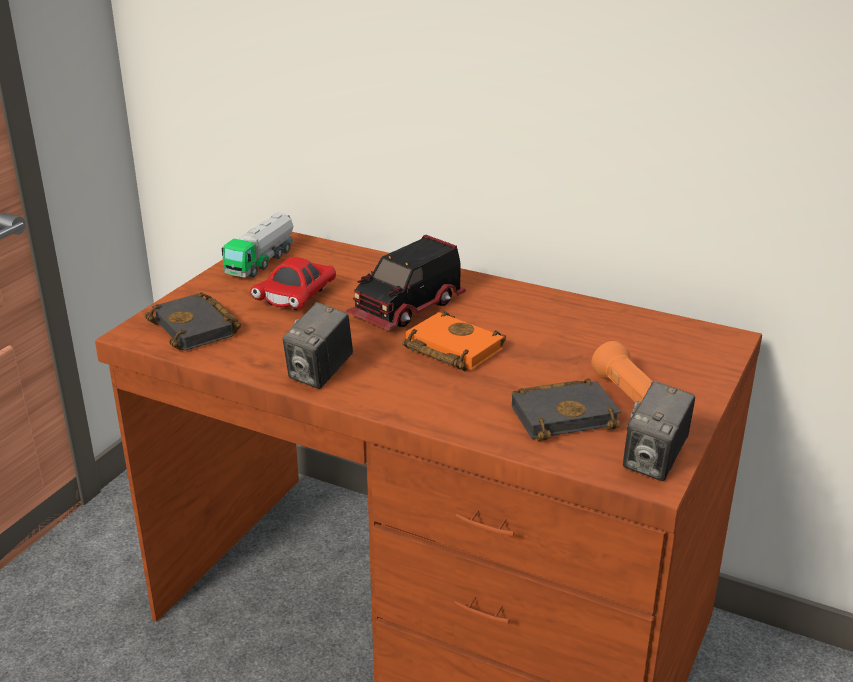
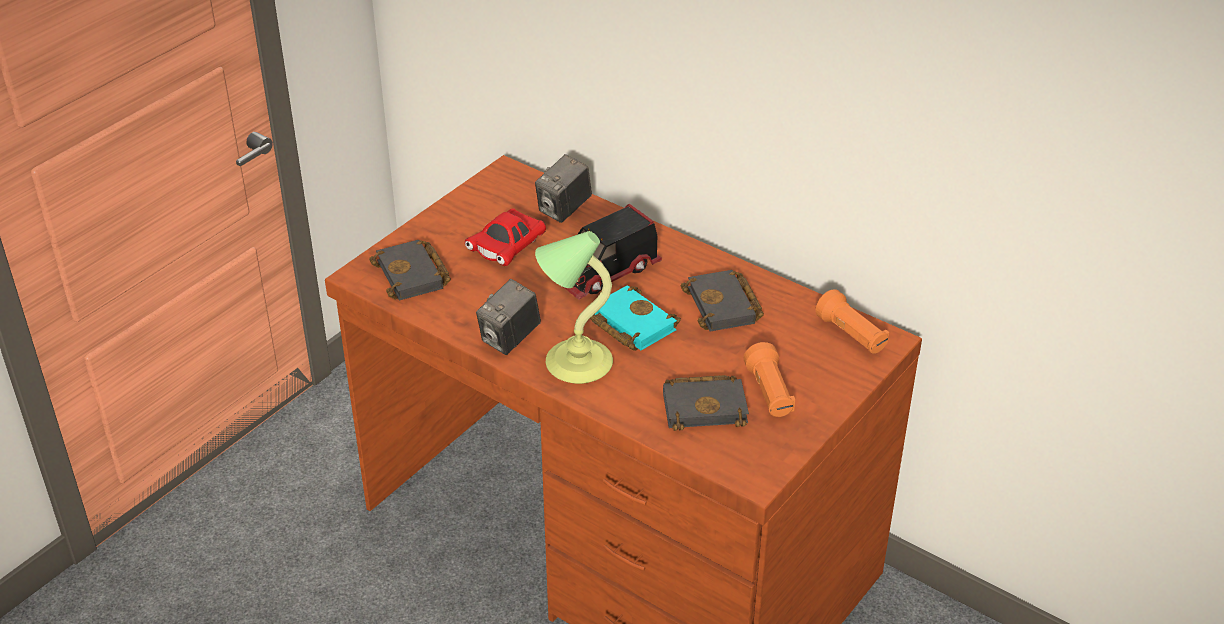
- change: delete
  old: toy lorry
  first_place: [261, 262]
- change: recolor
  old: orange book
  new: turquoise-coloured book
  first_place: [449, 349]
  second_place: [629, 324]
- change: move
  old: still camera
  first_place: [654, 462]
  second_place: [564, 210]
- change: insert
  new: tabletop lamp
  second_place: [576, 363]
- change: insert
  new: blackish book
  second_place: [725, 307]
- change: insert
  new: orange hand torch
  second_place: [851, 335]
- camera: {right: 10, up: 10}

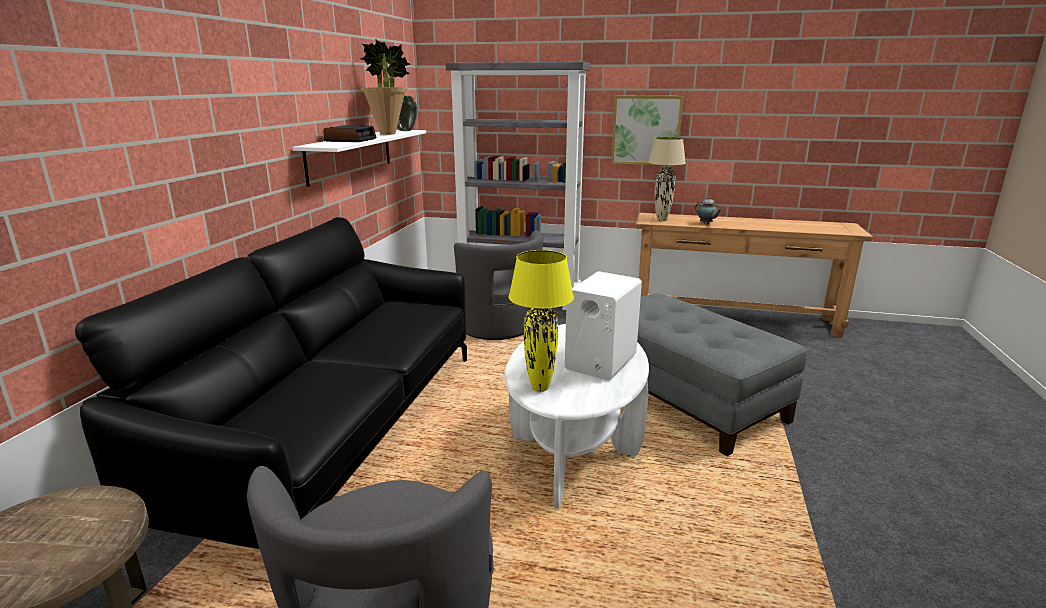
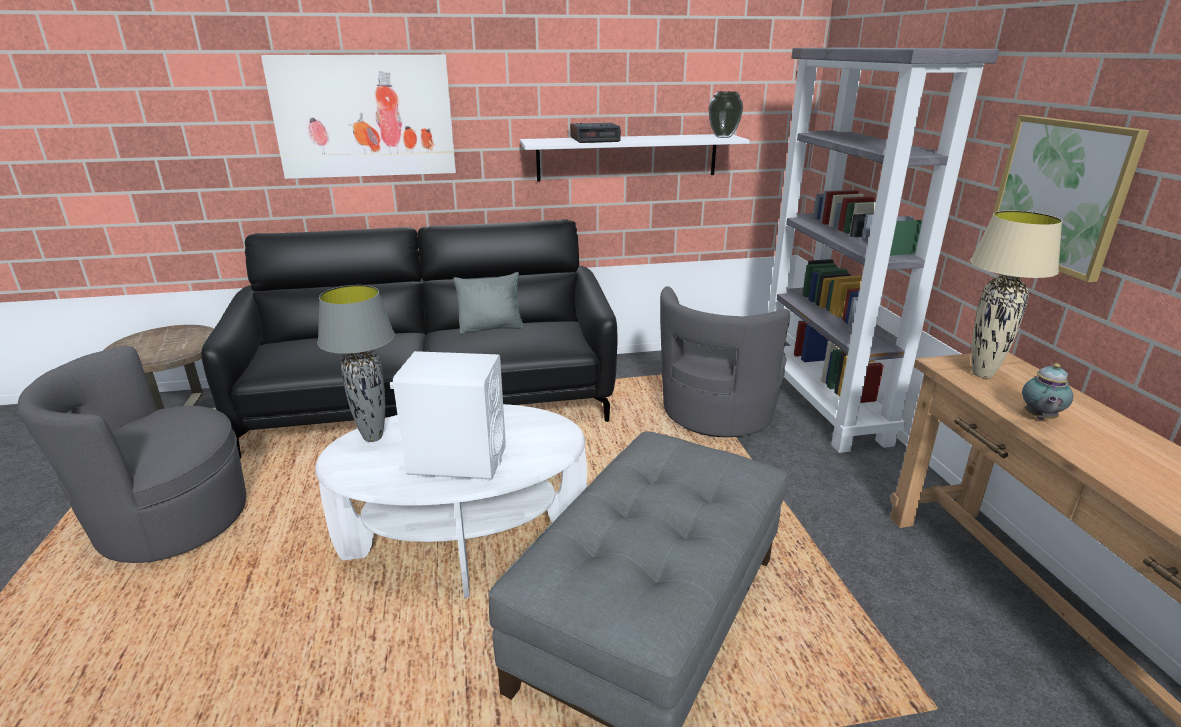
- change: delete
  old: plant in a pot
  first_place: [388, 134]
- change: recolor
  old: yellow-coloured tabletop lamp
  new: greyish tabletop lamp
  first_place: [539, 388]
  second_place: [372, 437]
- change: insert
  new: wall picture
  second_place: [364, 116]
- change: insert
  new: greyish throw pillow
  second_place: [491, 328]
- camera: {right: 65, up: 5}

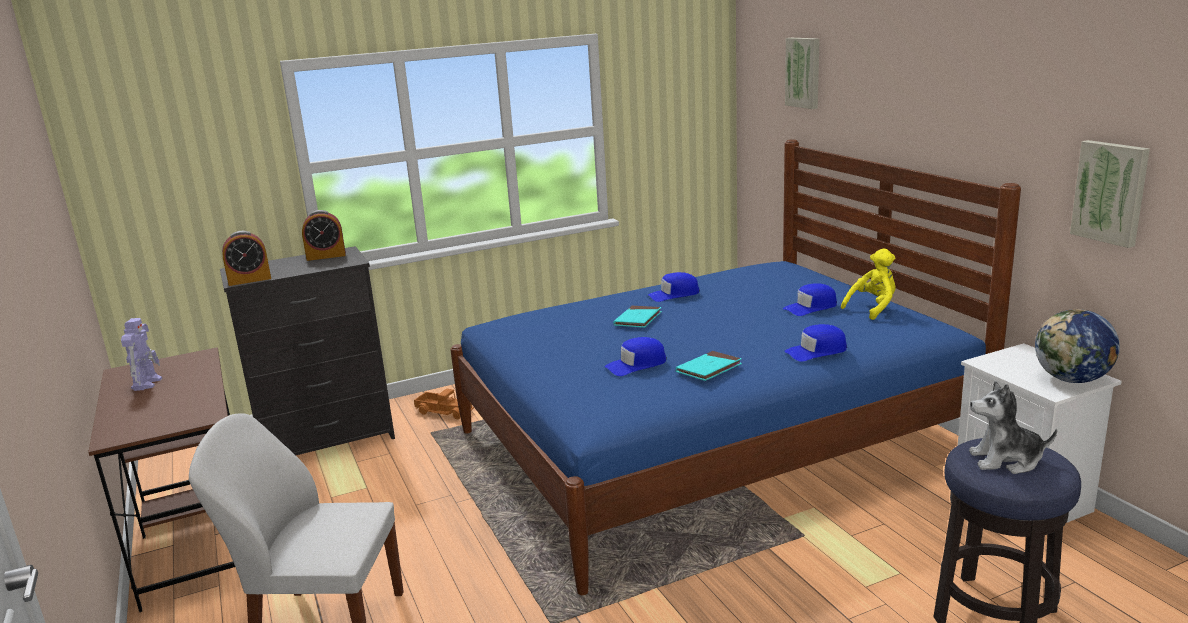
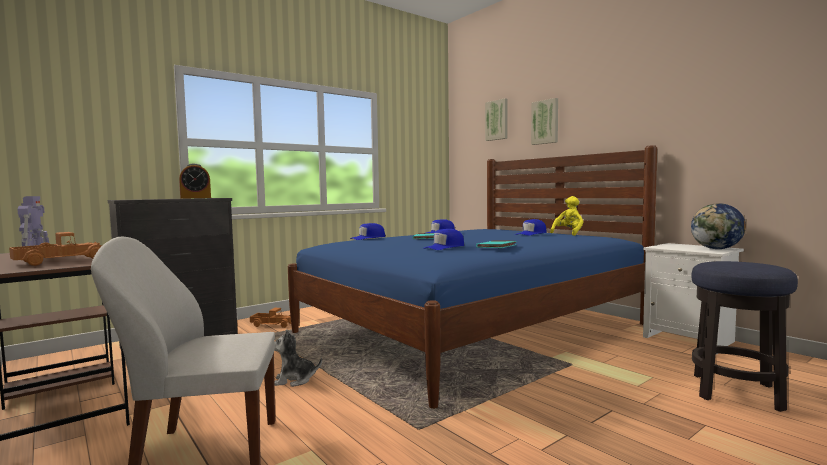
- change: move
  old: wall picture
  first_place: [1111, 192]
  second_place: [545, 122]
- change: delete
  old: bedside clock
  first_place: [249, 280]
- change: move
  old: blue-coloured cap
  first_place: [816, 351]
  second_place: [368, 238]
- change: move
  old: cuddly toy
  first_place: [1006, 460]
  second_place: [294, 380]
- change: insert
  new: toy lorry
  second_place: [60, 261]
- camera: {right: -15, up: -15}

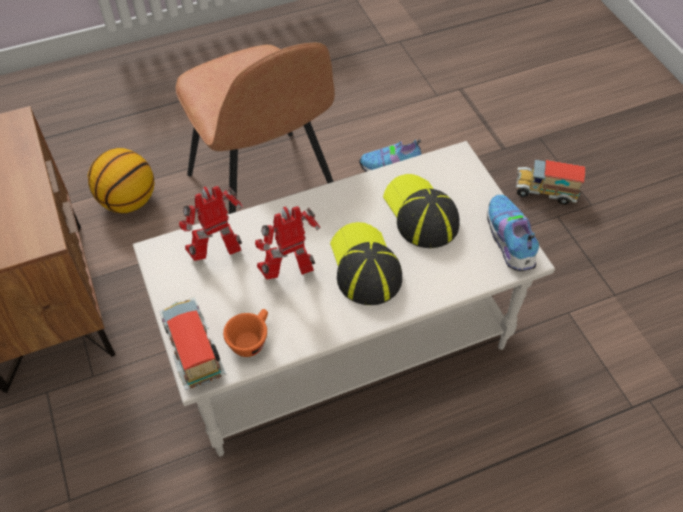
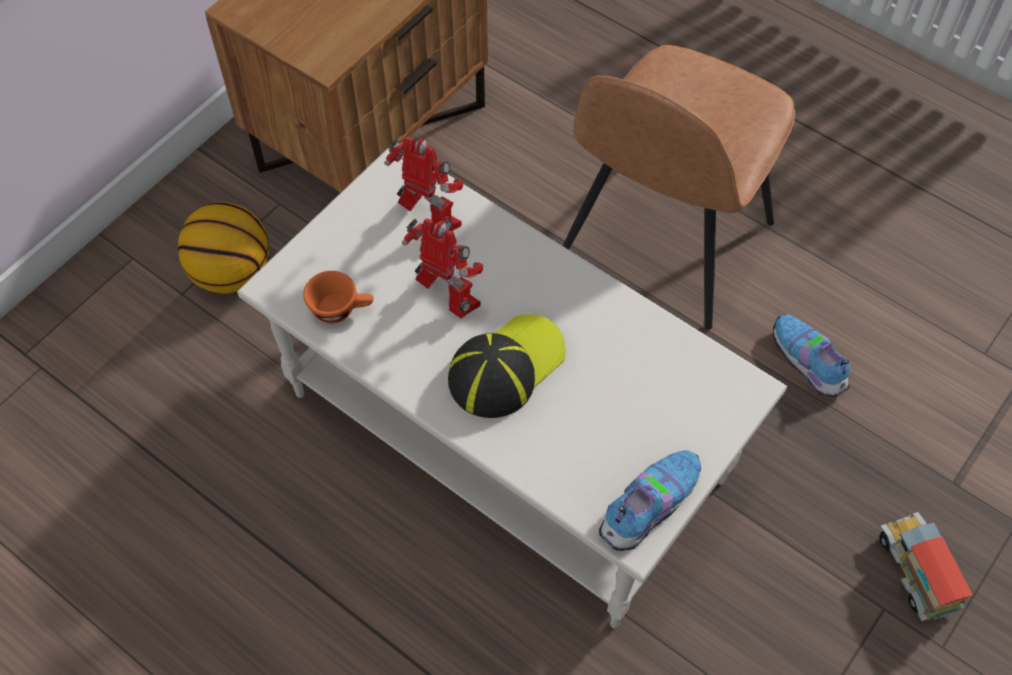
- change: move
  old: basketball
  first_place: [128, 201]
  second_place: [232, 272]
- change: delete
  old: cap
  first_place: [420, 213]
- change: delete
  old: toy lorry
  first_place: [194, 351]
- camera: {right: 60, up: 5}

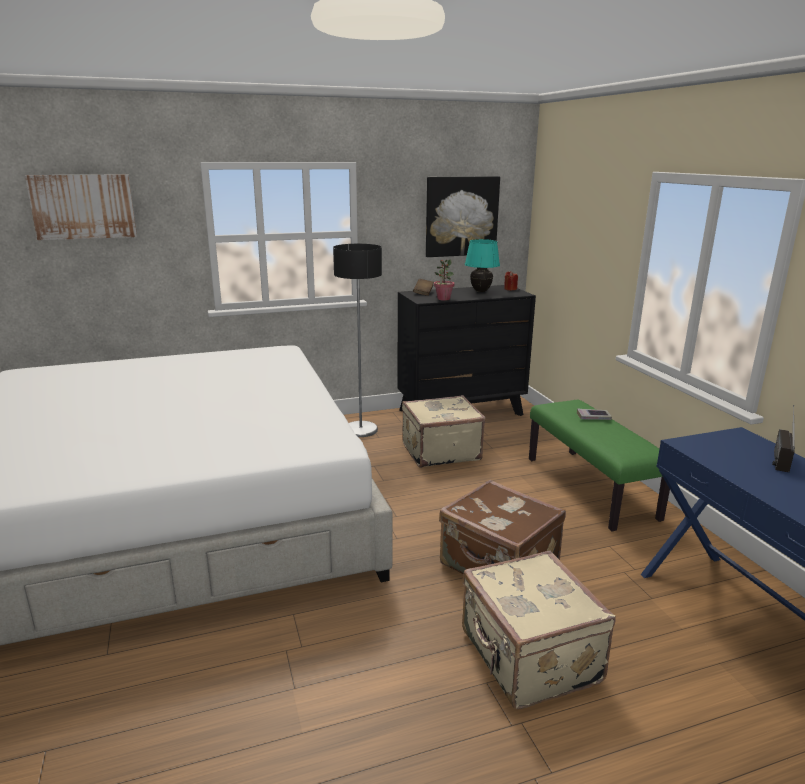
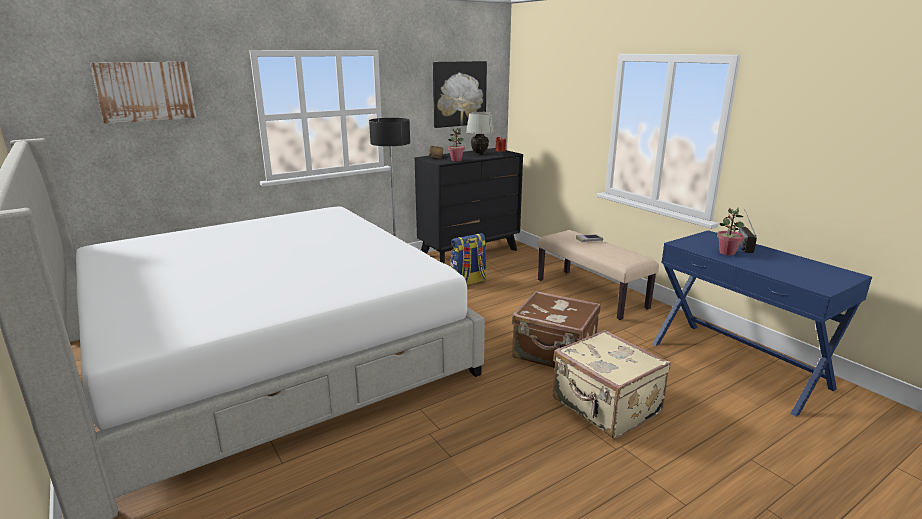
- change: recolor
  old: turquoise-coloured tabletop lamp
  new: white tabletop lamp
  first_place: [480, 291]
  second_place: [479, 153]
- change: replace
  old: beige-coloured travel case
  new: knapsack
  first_place: [440, 451]
  second_place: [468, 282]
- change: recolor
  old: greenish indoor bench
  new: beige-coloured indoor bench
  first_place: [591, 488]
  second_place: [591, 294]
- change: insert
  new: plant in a pot
  second_place: [727, 252]
- camera: {right: -15, up: 0}

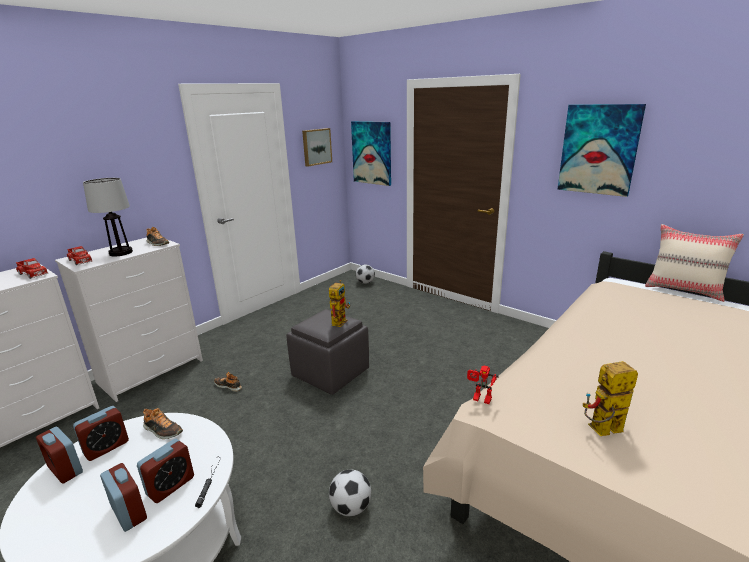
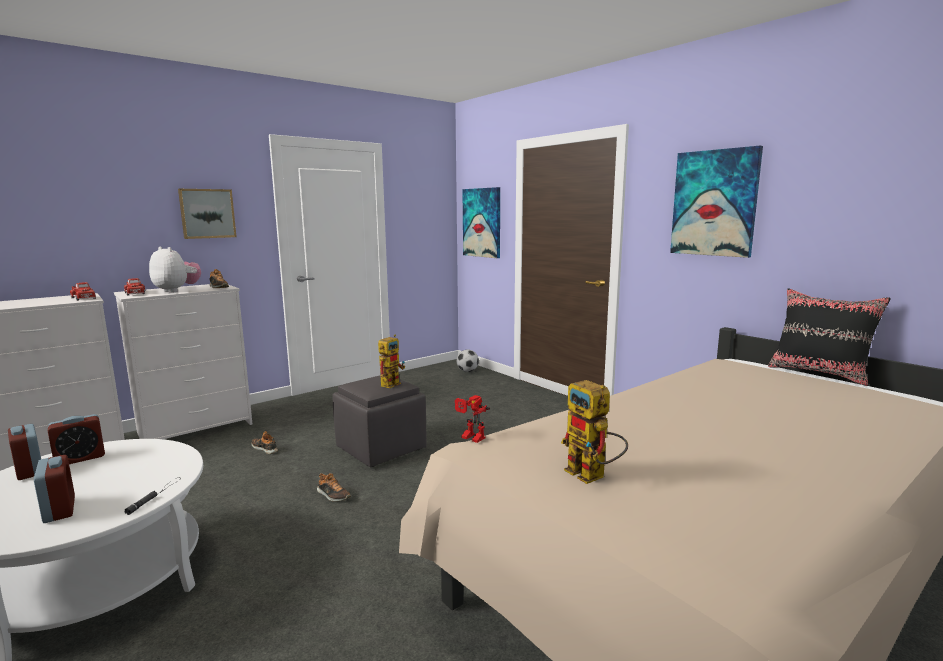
- change: move
  old: wall picture
  first_place: [316, 146]
  second_place: [207, 213]
- change: replace
  old: tabletop lamp
  new: cuddly toy
  first_place: [120, 253]
  second_place: [177, 290]
- change: recolor
  old: beige-coloured throw pillow
  new: blackish throw pillow
  first_place: [684, 290]
  second_place: [819, 373]
- change: rotate
  old: robot figure
  first_place: [601, 431]
  second_place: [593, 476]
  degrees: -120
- change: move
  old: shoe
  first_place: [162, 431]
  second_place: [333, 495]
- change: delete
  old: bedside clock
  first_place: [170, 486]
- change: delete
  old: football ball
  first_place: [351, 507]
- camera: {right: 10, up: -10}

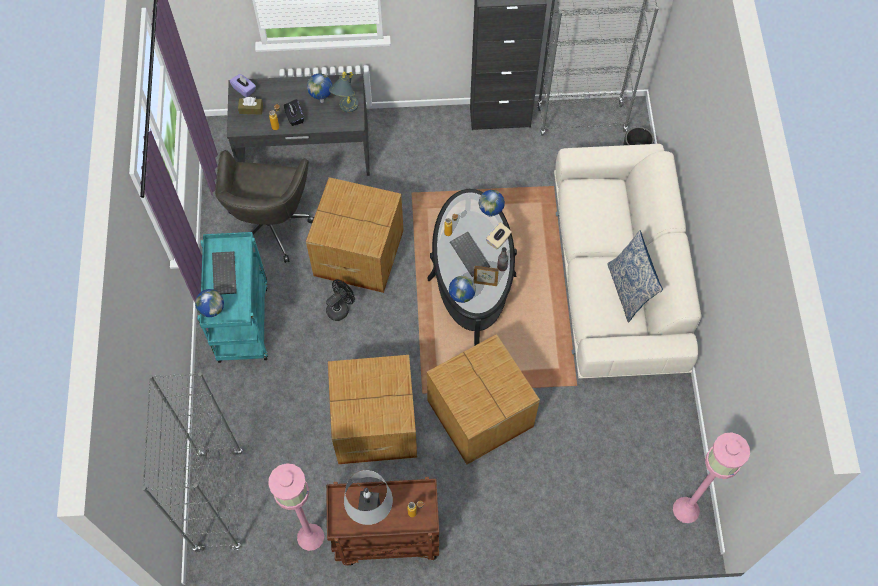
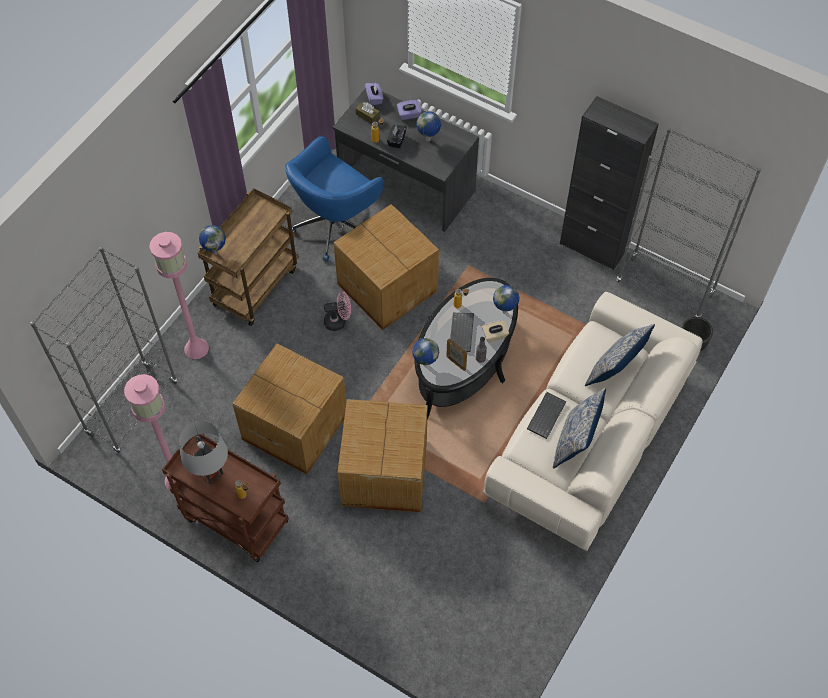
- change: delete
  old: greyish tabletop lamp
  first_place: [346, 110]
- change: recolor
  old: greyish desk chair
  new: blue-coloured desk chair
  first_place: [270, 224]
  second_place: [335, 225]
- change: recolor
  old: turquoise-coloured trolley
  new: brown-coloured trolley
  first_place: [242, 321]
  second_place: [255, 285]
- change: move
  old: keyboard
  first_place: [223, 273]
  second_place: [545, 415]
- change: recolor
  old: blackish fan
  new: pink-coloured fan
  first_place: [340, 308]
  second_place: [338, 321]
- change: move
  old: pink-coloured standing lamp
  first_place: [685, 509]
  second_place: [196, 348]
- change: insert
  new: purple-coloured tissue holder
  second_place: [409, 115]
- change: insert
  new: throw pillow
  second_place: [615, 371]
- camera: {right: 35, up: -5}

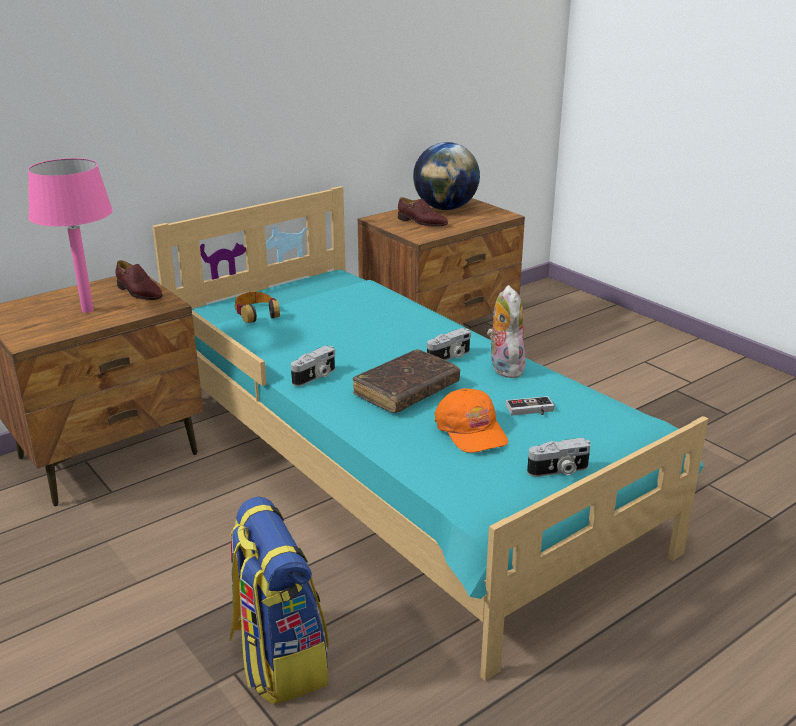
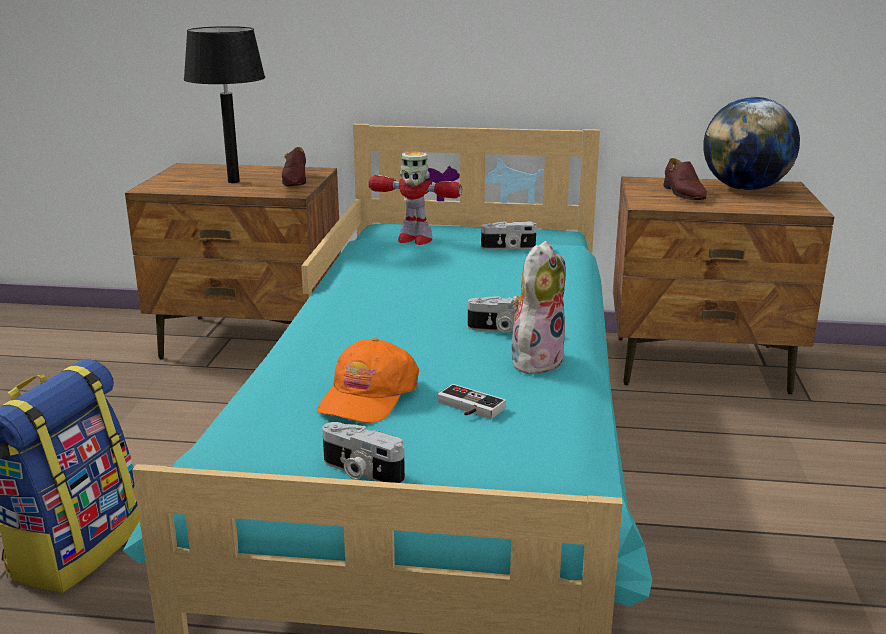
- change: recolor
  old: pink-coloured tabletop lamp
  new: blackish tabletop lamp
  first_place: [88, 310]
  second_place: [234, 181]
- change: replace
  old: headphones
  new: robot figure
  first_place: [256, 313]
  second_place: [414, 239]
- change: move
  old: still camera
  first_place: [315, 377]
  second_place: [508, 248]
- change: delete
  old: brown-coloured book
  first_place: [406, 390]
- camera: {right: 45, up: -5}

